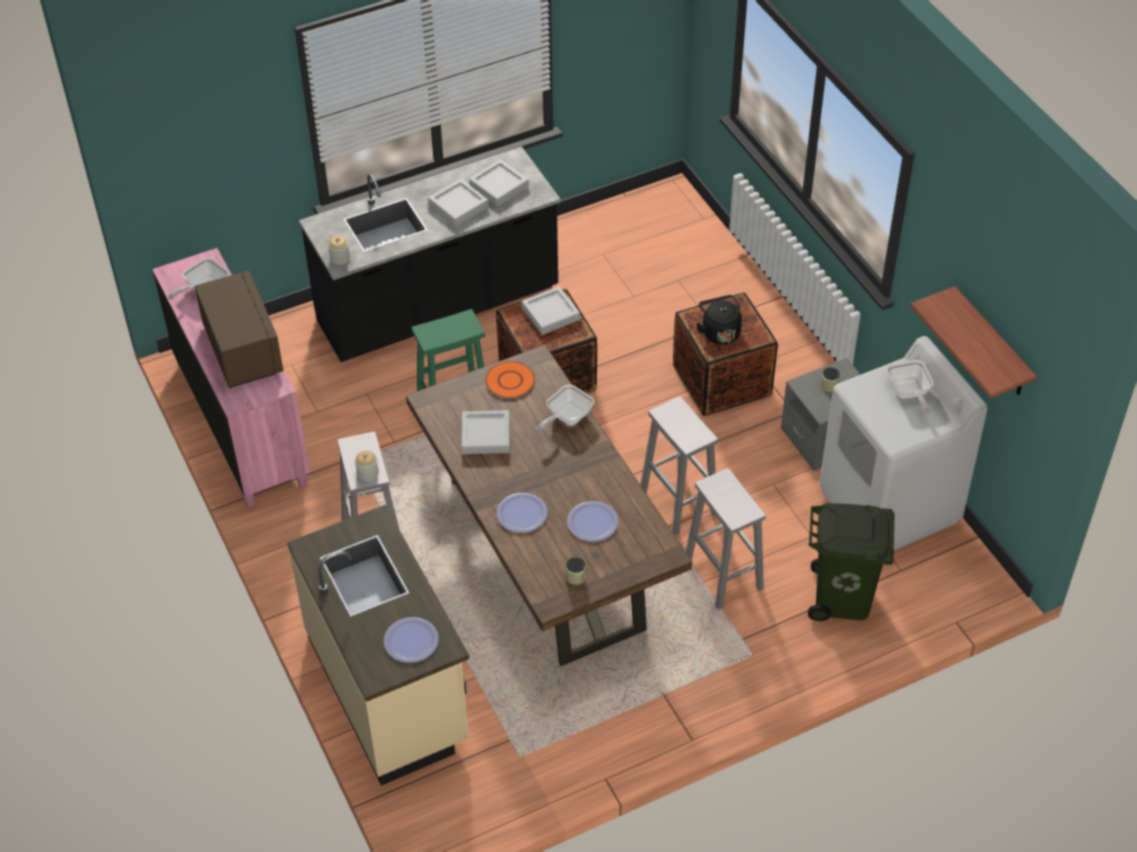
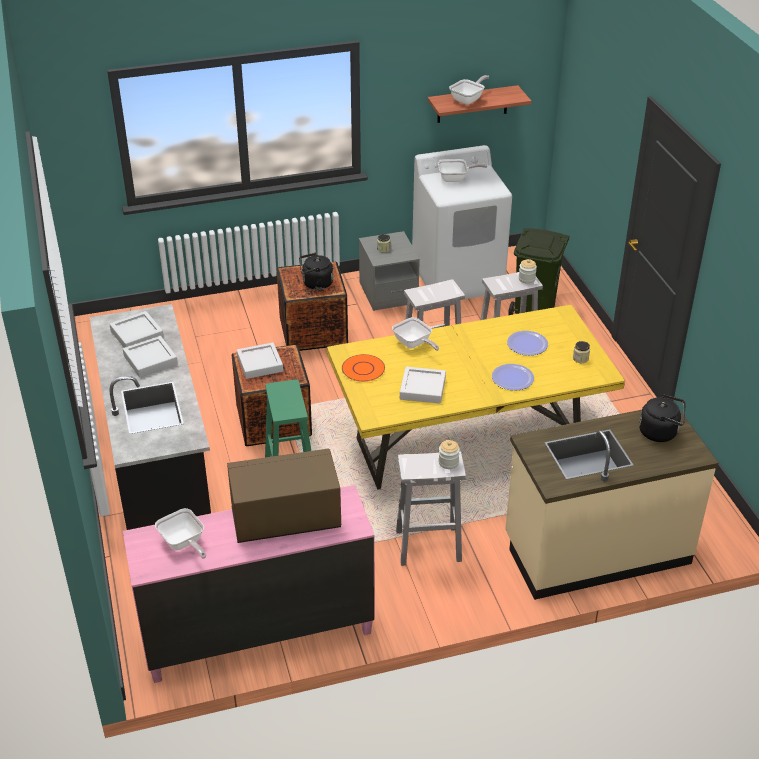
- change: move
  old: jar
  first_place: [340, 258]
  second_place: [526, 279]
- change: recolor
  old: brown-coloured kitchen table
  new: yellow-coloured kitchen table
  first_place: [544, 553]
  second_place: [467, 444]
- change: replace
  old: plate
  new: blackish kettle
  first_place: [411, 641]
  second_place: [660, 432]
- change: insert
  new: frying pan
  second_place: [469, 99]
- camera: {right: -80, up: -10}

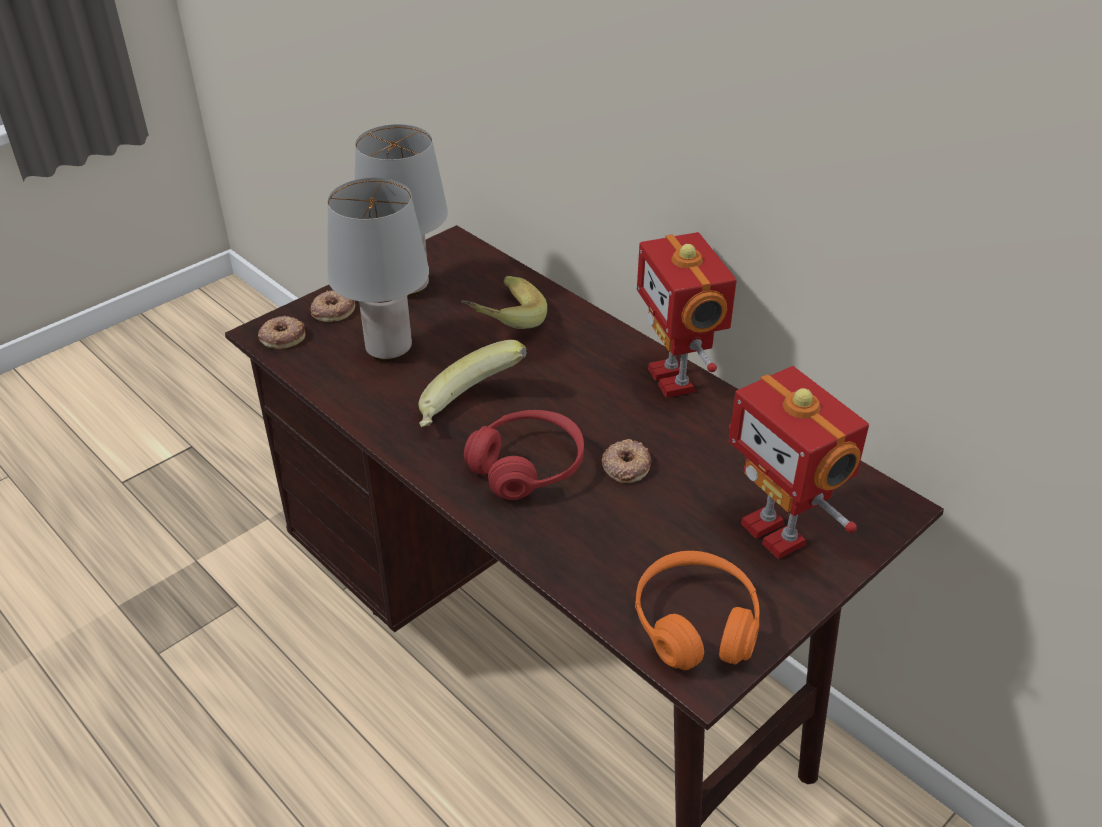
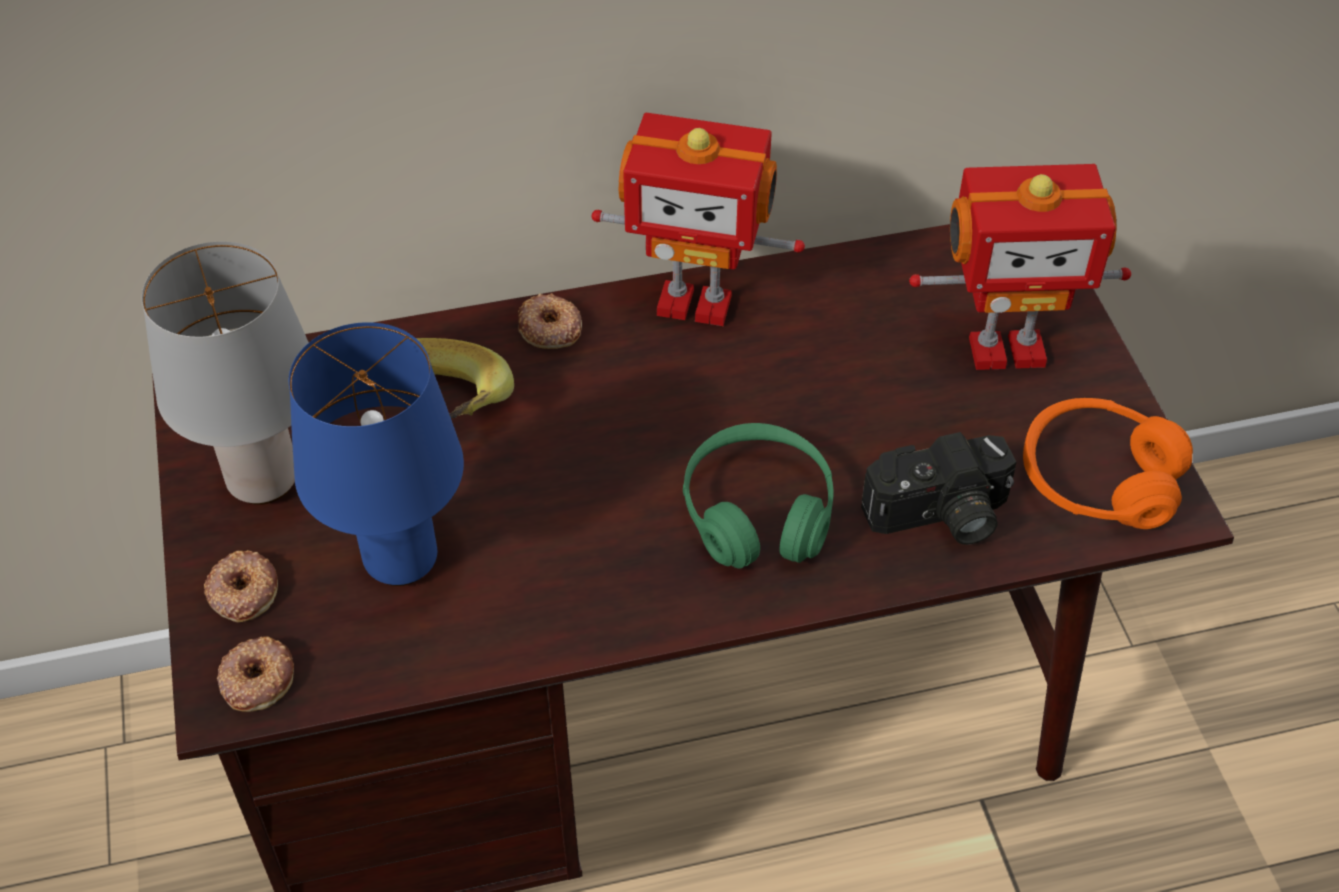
- change: recolor
  old: greyish tabletop lamp
  new: blue-coloured tabletop lamp
  first_place: [388, 350]
  second_place: [402, 561]
- change: delete
  old: banana
  first_place: [470, 410]
- change: recolor
  old: red headphones
  new: greenish headphones
  first_place: [527, 467]
  second_place: [757, 512]
- change: move
  old: donut
  first_place: [626, 466]
  second_place: [549, 328]
- change: insert
  new: still camera
  second_place: [939, 517]
- camera: {right: -60, up: 10}

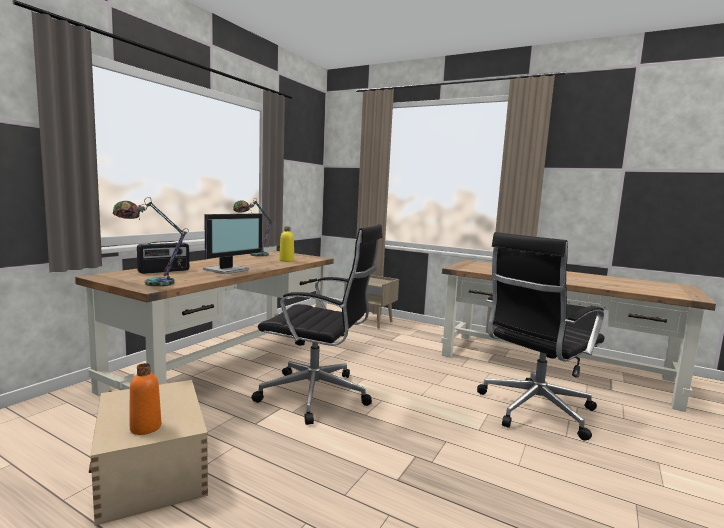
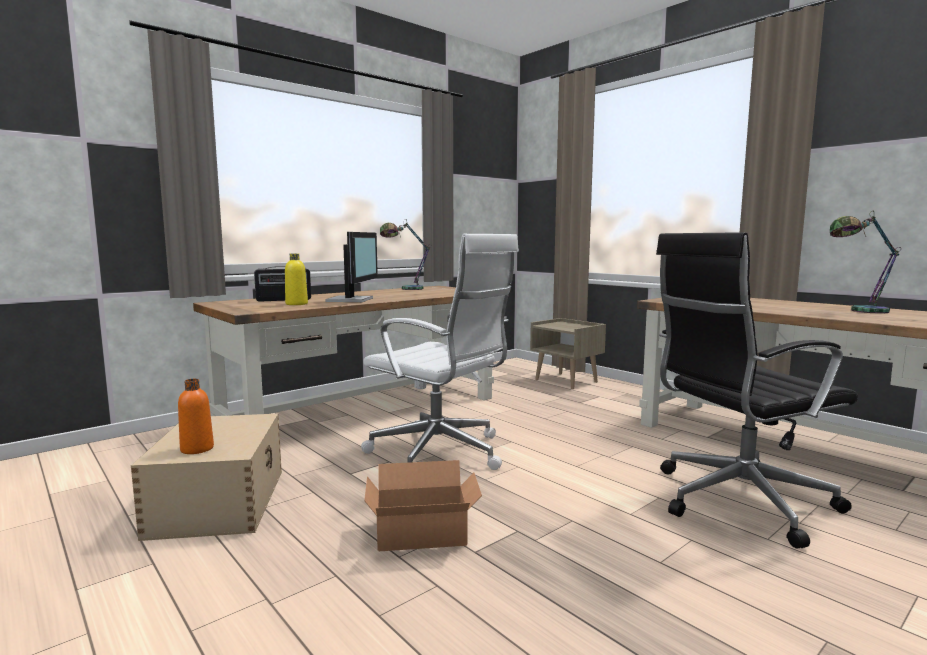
- change: move
  old: tabletop lamp
  first_place: [150, 283]
  second_place: [859, 311]
- change: rotate
  old: computer screen
  first_place: [228, 270]
  second_place: [352, 300]
  degrees: -45
- change: recolor
  old: blackish desk chair
  new: white desk chair
  first_place: [317, 395]
  second_place: [441, 454]
- change: move
  old: yellow-coloured bottle
  first_place: [286, 260]
  second_place: [296, 304]
- change: insert
  new: packing box
  second_place: [424, 535]
- camera: {right: 20, up: 0}

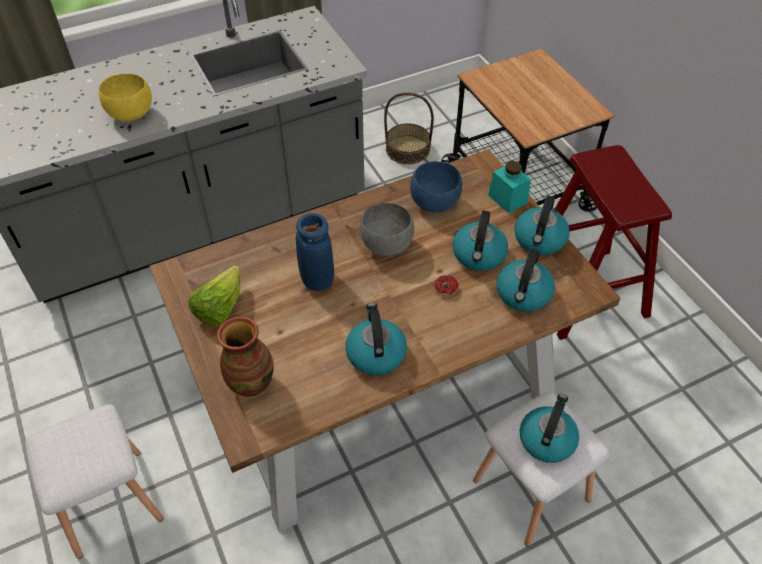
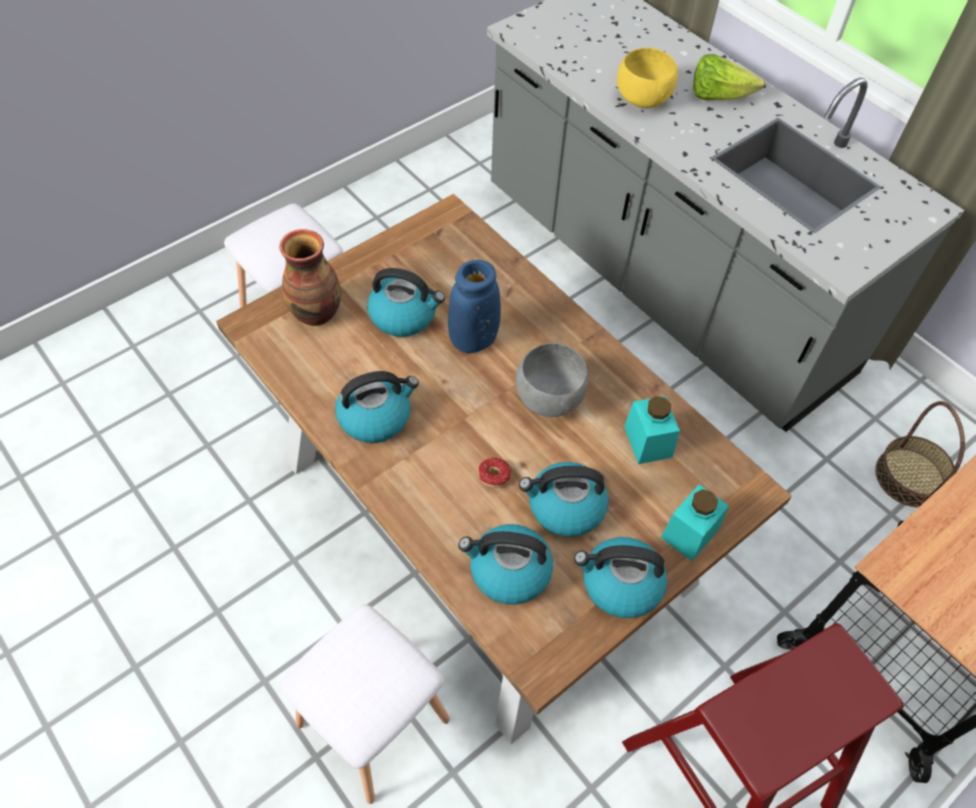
- change: replace
  old: blue-coloured deep dish
  new: turquoise-coloured jar
  first_place: [435, 202]
  second_place: [648, 442]
- change: move
  old: lettuce
  first_place: [220, 308]
  second_place: [718, 96]
- change: move
  old: kettle
  first_place: [547, 439]
  second_place: [404, 315]
- camera: {right: 75, up: 5}

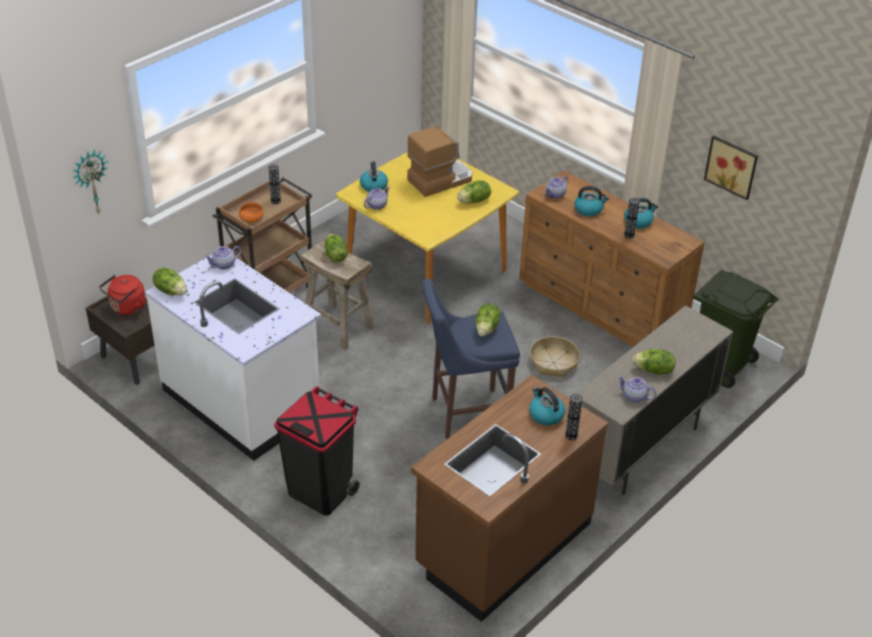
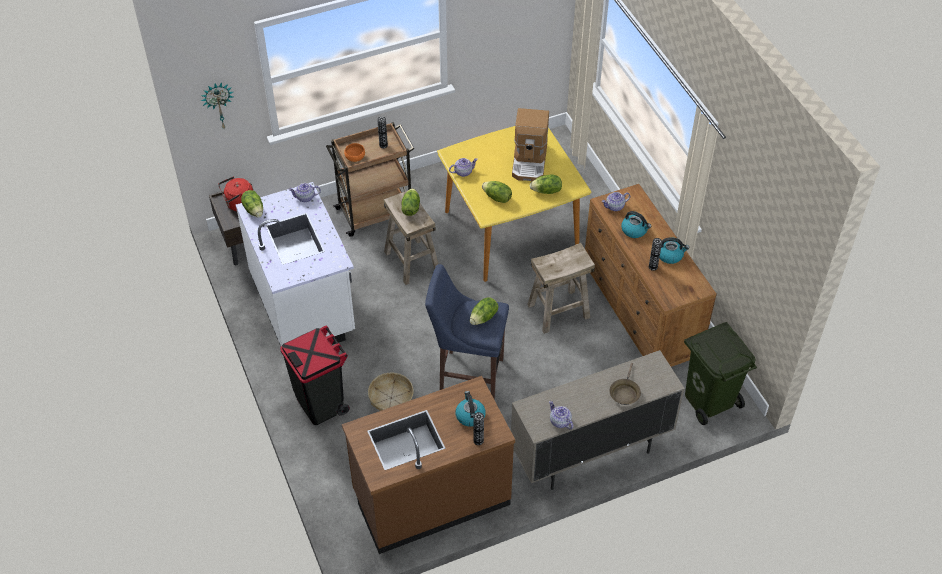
- change: rotate
  old: coffee brewer
  first_place: [440, 180]
  second_place: [530, 161]
  degrees: 105
- change: delete
  old: wall picture
  first_place: [732, 166]
- change: delete
  old: kettle
  first_place: [373, 186]
- change: move
  old: basket
  first_place: [553, 363]
  second_place: [391, 398]
- change: move
  old: lettuce
  first_place: [653, 371]
  second_place: [497, 198]
- change: insert
  new: beige-coloured sitting stool
  second_place: [558, 311]
- change: insert
  new: brown-coloured frying pan
  second_place: [624, 392]
- camera: {right: 25, up: 10}

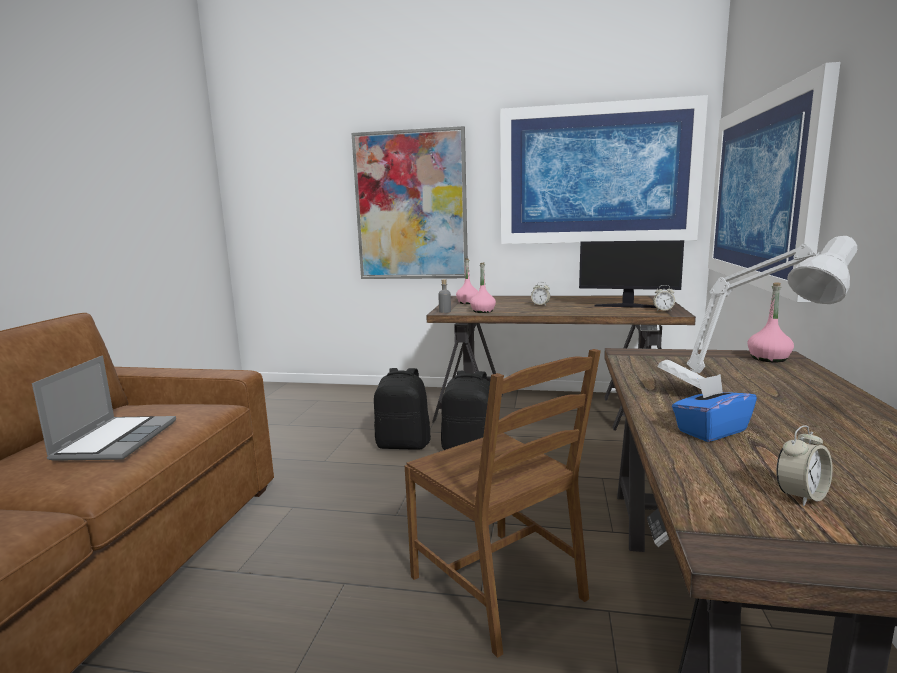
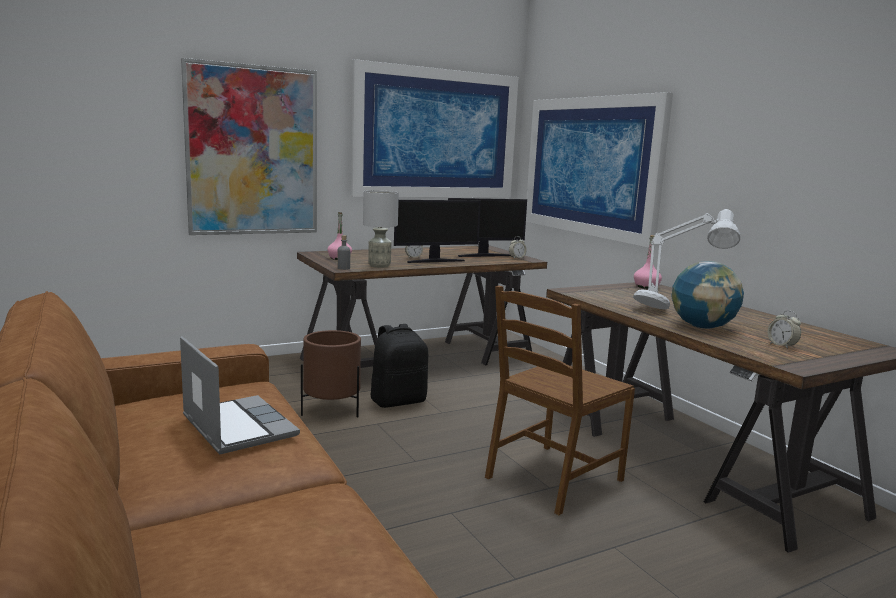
- change: replace
  old: pink-coloured bottle
  new: greyish tabletop lamp
  first_place: [482, 311]
  second_place: [379, 266]
- change: rotate
  old: brown-coloured upright chair
  first_place: [499, 587]
  second_place: [553, 478]
  degrees: 120
- change: replace
  old: blackish knapsack
  new: brown-coloured flower pot
  first_place: [404, 444]
  second_place: [331, 410]
- change: replace
  old: blue-coloured tissue holder
  new: globe
  first_place: [710, 431]
  second_place: [702, 327]
- change: rotate
  old: bedside clock
  first_place: [801, 496]
  second_place: [782, 346]
  degrees: 135
- change: insert
  new: computer screen
  second_place: [435, 261]
- camera: {right: -40, up: 0}

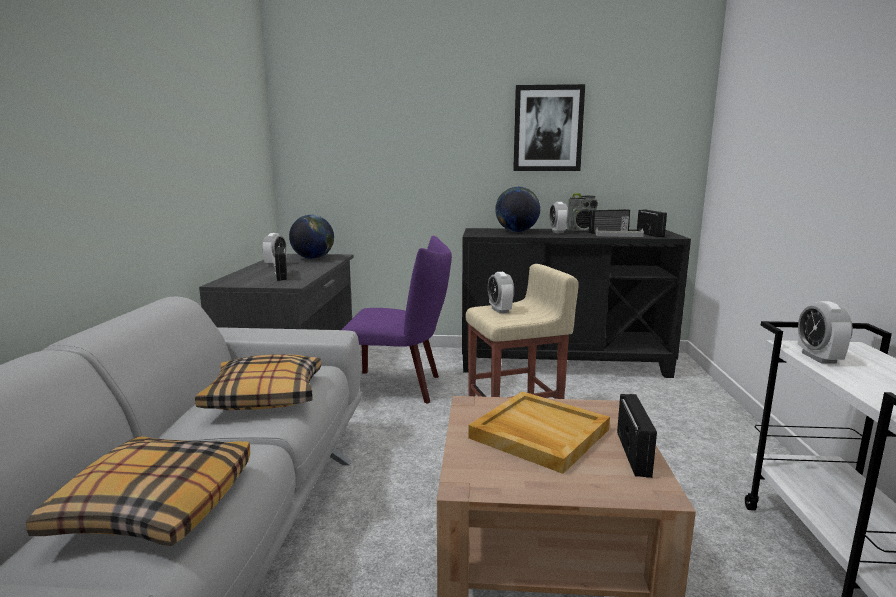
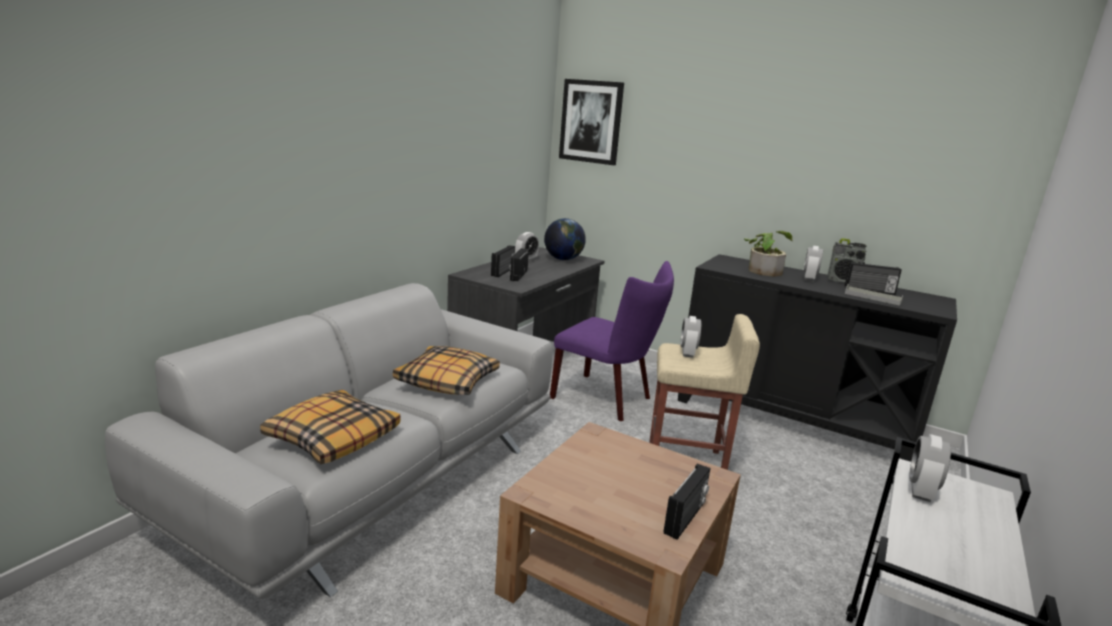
- change: move
  old: wall picture
  first_place: [548, 128]
  second_place: [591, 121]
- change: replace
  old: globe
  new: plant in a pot
  first_place: [517, 232]
  second_place: [763, 270]
- change: move
  old: radio
  first_place: [651, 234]
  second_place: [503, 272]
- change: delete
  old: beige-coloured serving tray
  first_place: [538, 434]
- camera: {right: 25, up: 5}

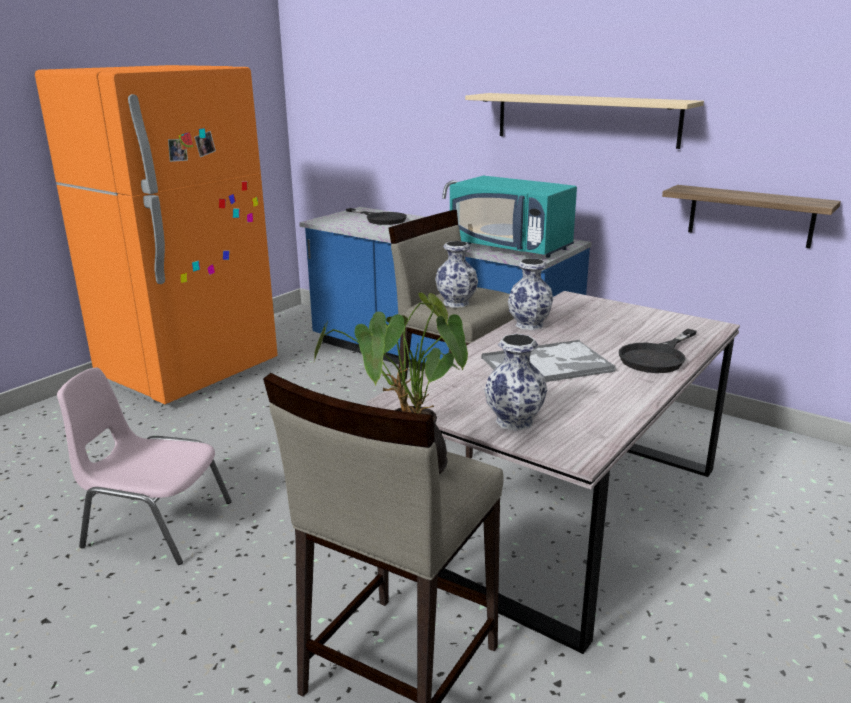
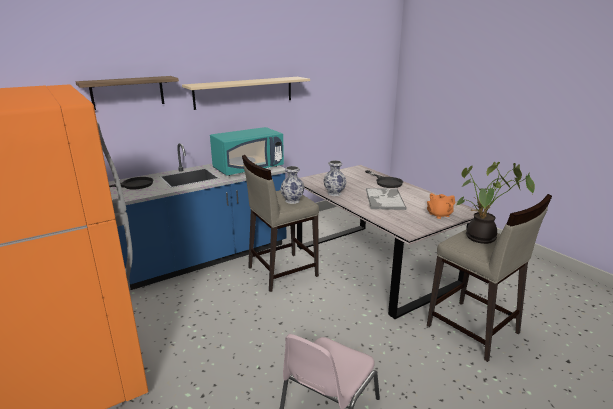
- change: move
  old: bracket shelf
  first_place: [750, 216]
  second_place: [127, 92]
- change: replace
  old: decorative vase
  new: orange teapot
  first_place: [515, 421]
  second_place: [439, 215]
- camera: {right: -70, up: 0}

